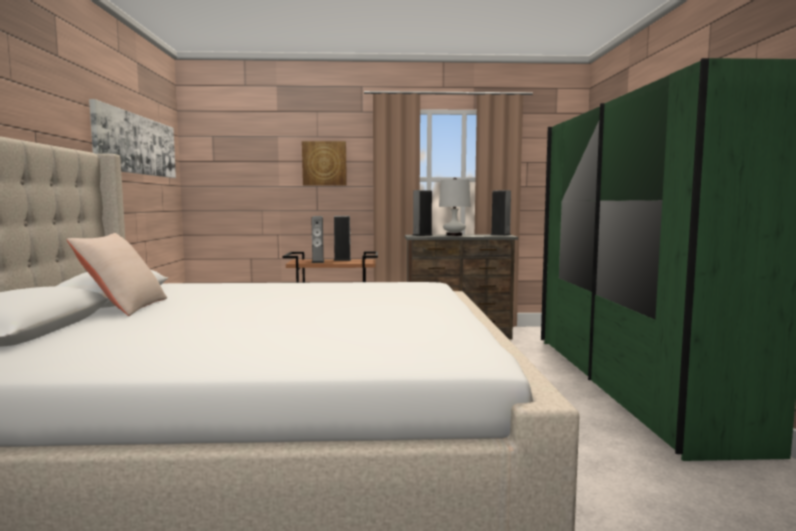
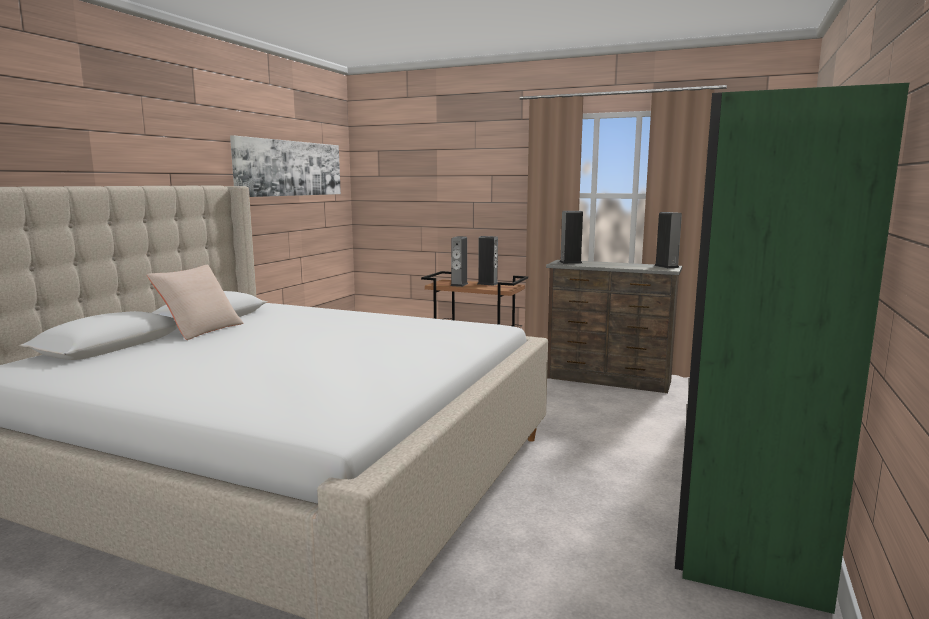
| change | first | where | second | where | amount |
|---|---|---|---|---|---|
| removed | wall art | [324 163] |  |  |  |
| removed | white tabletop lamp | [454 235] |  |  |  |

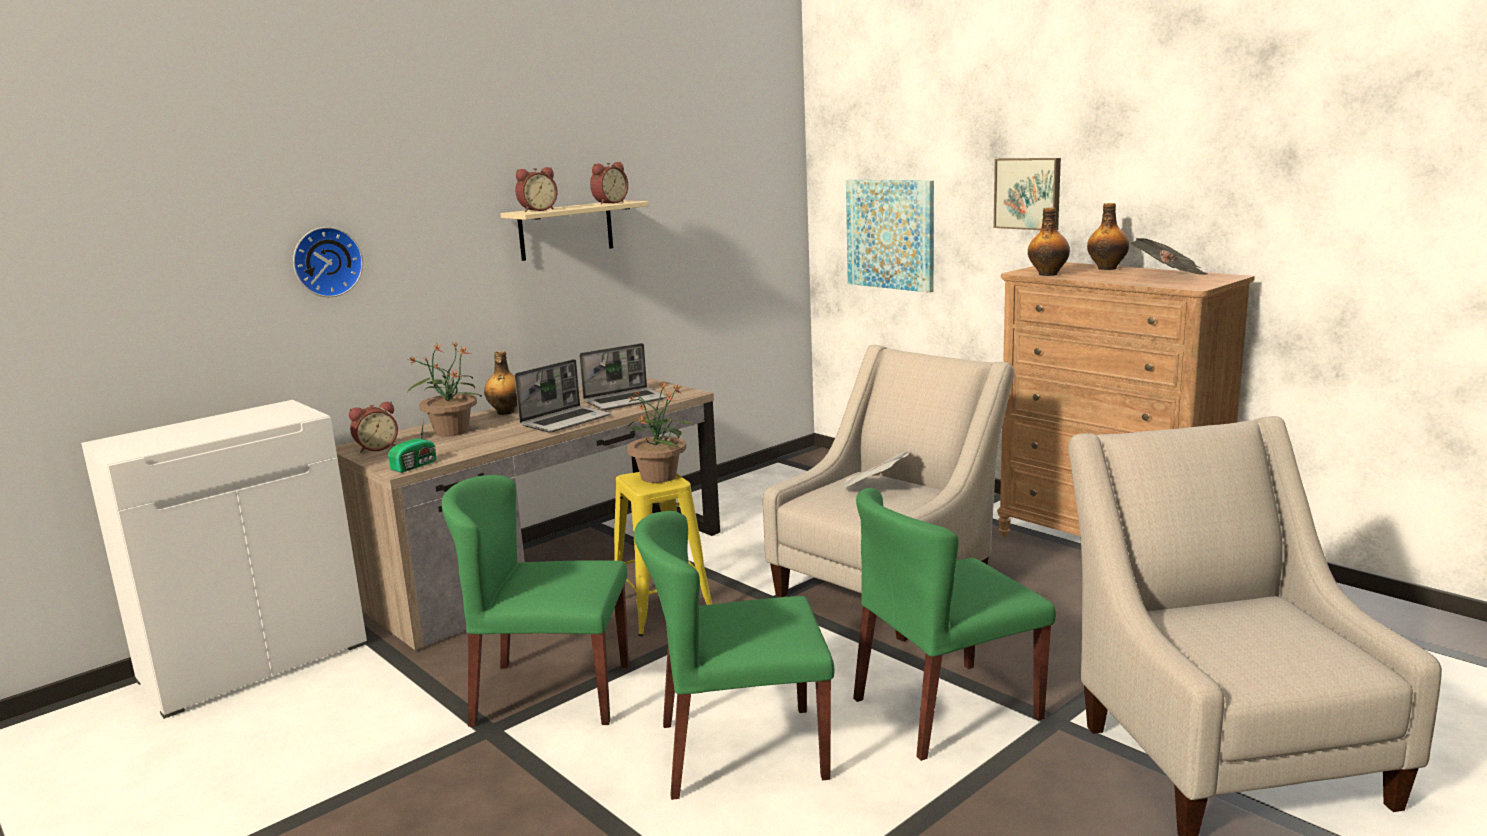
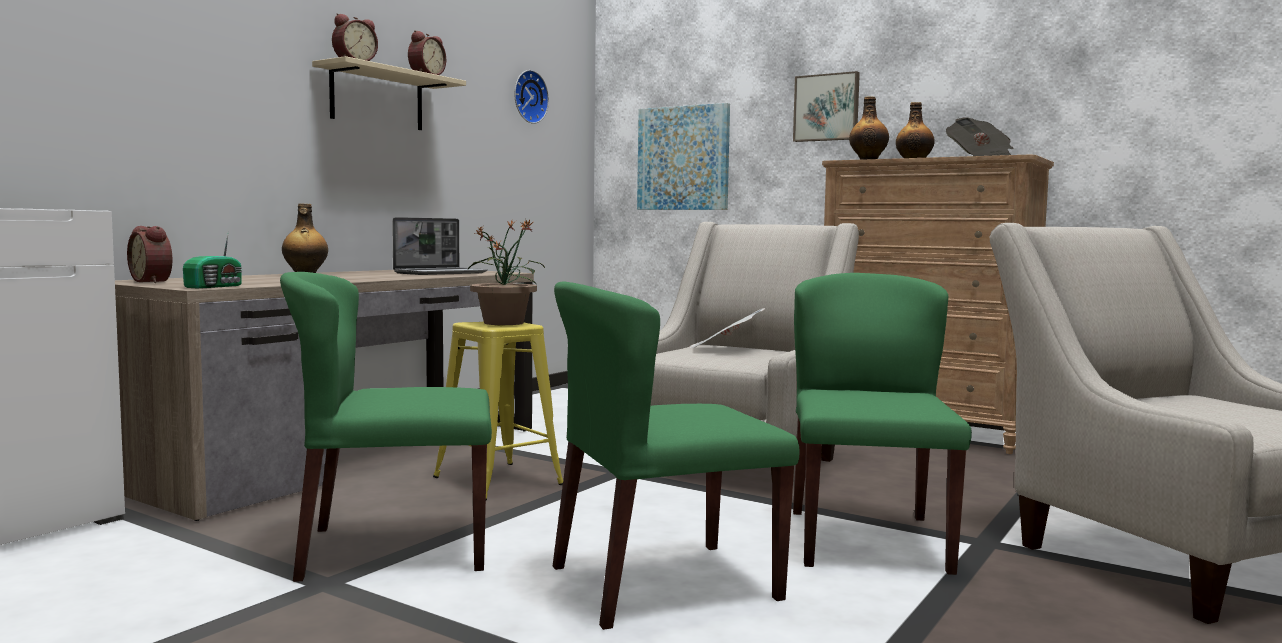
| change | first | where | second | where | amount |
|---|---|---|---|---|---|
| moved | clock on the wall | [326 261] |  | [528 97] |  |
| removed | houseplant | [451 431] |  |  |  |
| removed | portable computer | [566 421] |  |  |  |
| turned | bedside clock | [376 448] |  | [154 281] | 90 degrees clockwise |
| turned | green upright chair | [945 709] |  | [867 540] | 135 degrees clockwise |

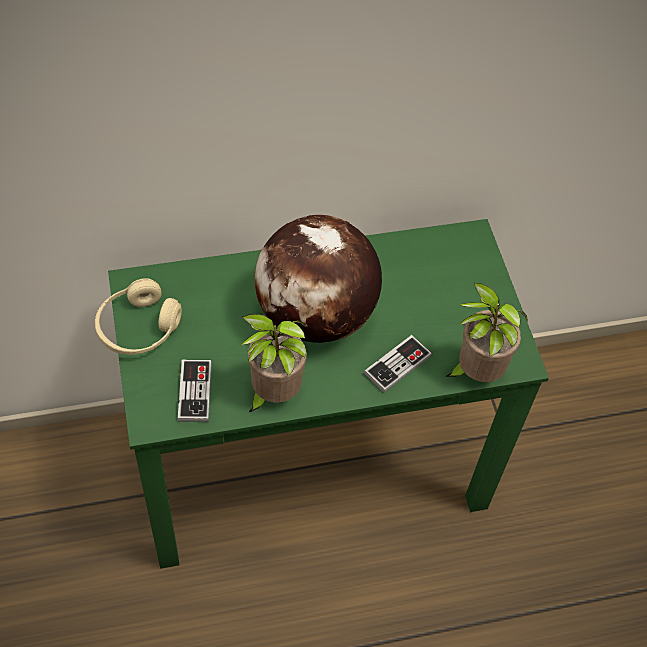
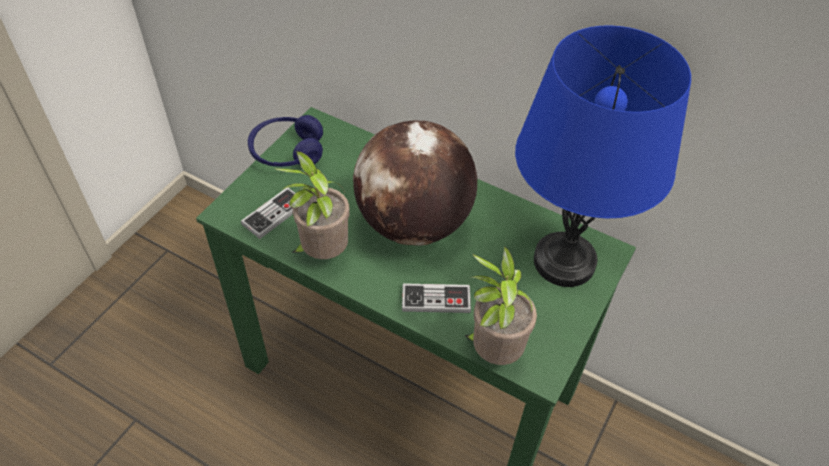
| change | first | where | second | where | amount |
|---|---|---|---|---|---|
| recoloured | beige-coloured headset | [138 328] | blue-coloured headset | [287 152] |  |
| added |  |  | blue-coloured tabletop lamp | [564 262] |  |

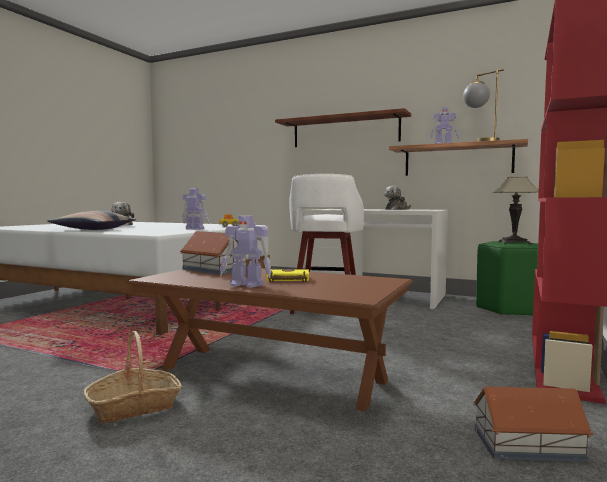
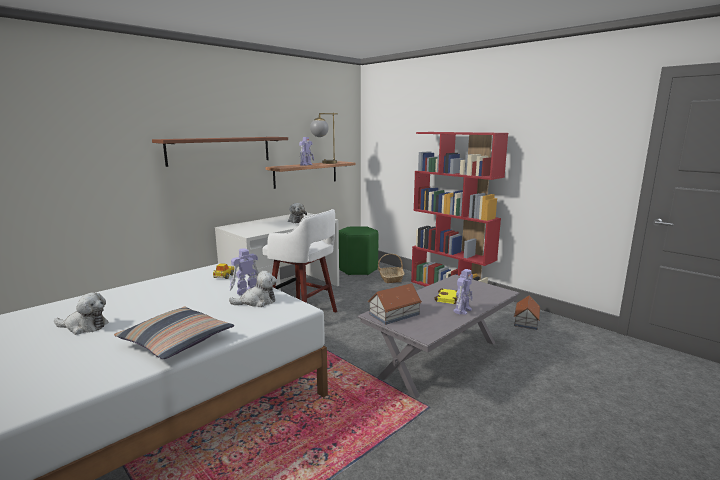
| change | first | where | second | where | amount |
|---|---|---|---|---|---|
| removed | tabletop lamp | [514 243] |  |  |  |
| recoloured | brownish low table | [271 374] | grey low table | [440 358] |  |
| moved | storage basket | [134 406] |  | [390 278] |  |
| added |  |  | plush toy | [257 302] |  |

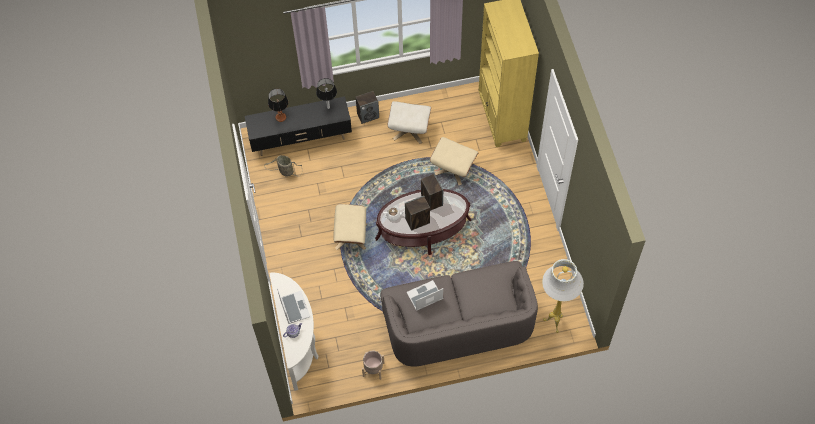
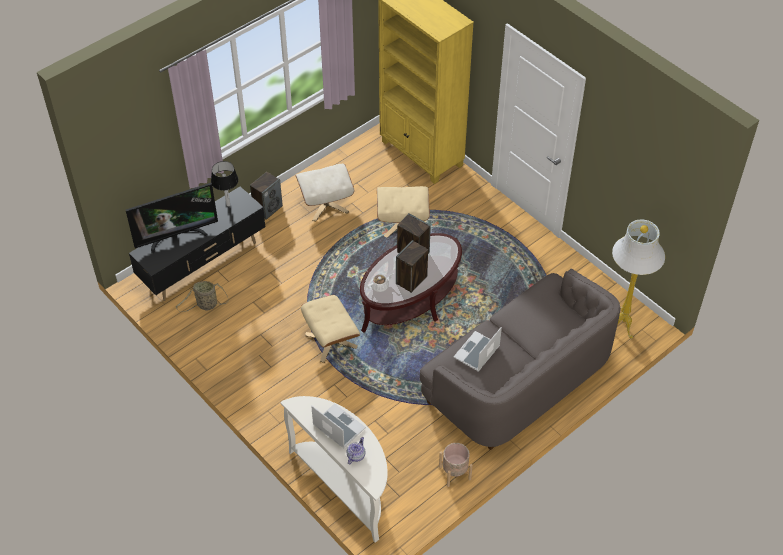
| change | first | where | second | where | amount |
|---|---|---|---|---|---|
| replaced | tabletop lamp | [281 117] | TV set | [176 237] |  |

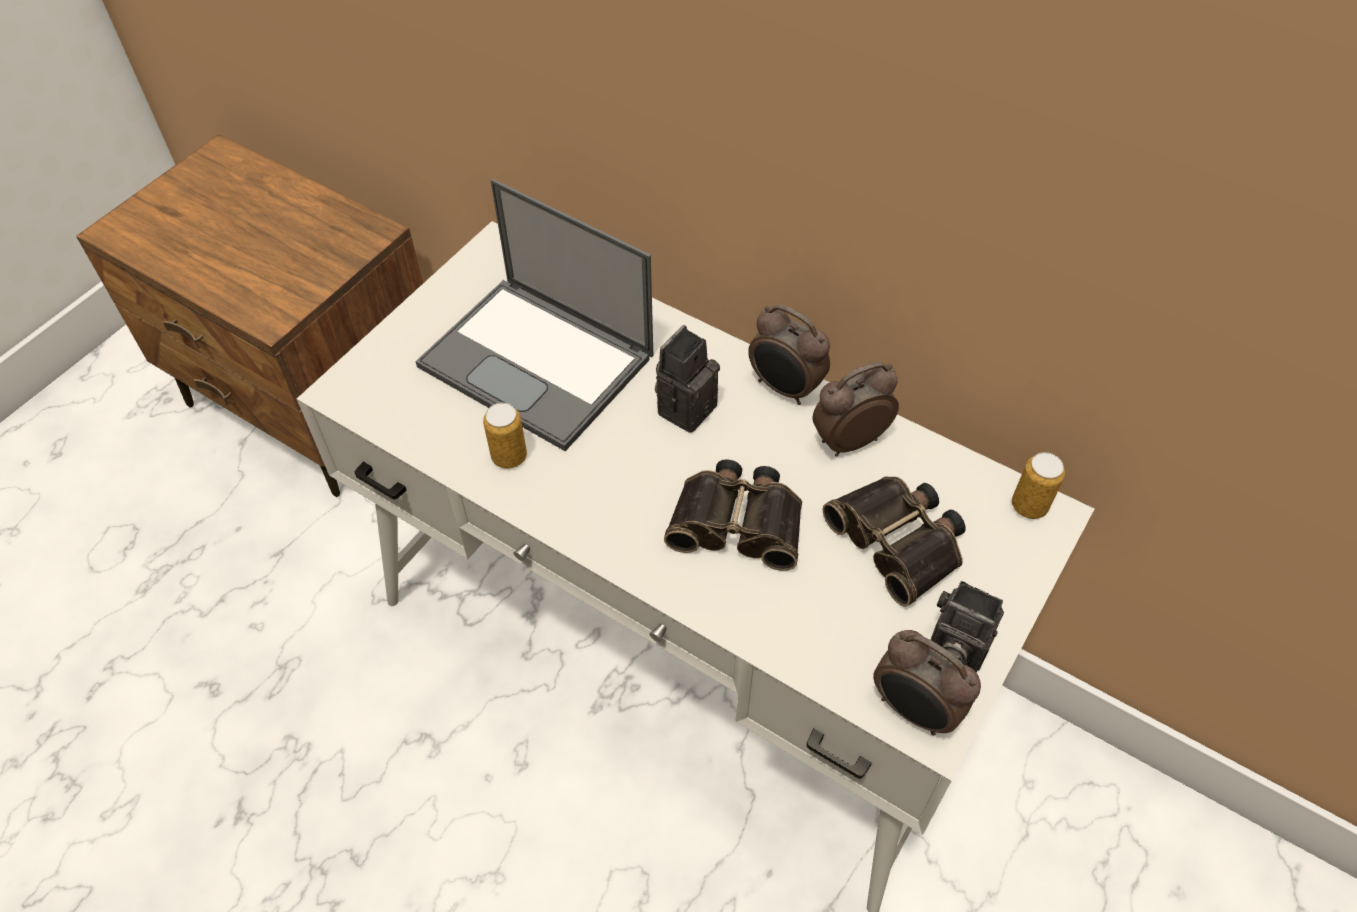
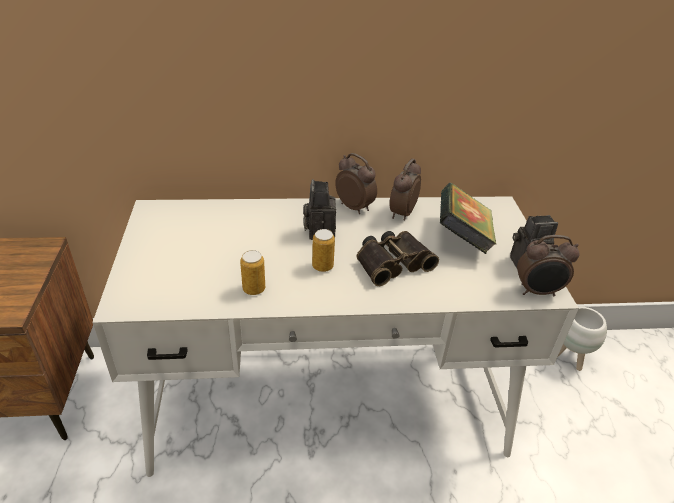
| change | first | where | second | where | amount |
|---|---|---|---|---|---|
| removed | portable computer | [539 361] |  |  |  |
| turned | bedside clock | [784 388] |  | [355 207] | 135 degrees counterclockwise |
| moved | metal can | [1029 506] |  | [322 266] |  |
| replaced | binoculars | [900 541] | book | [462 237] |  |
| added |  |  | white planter | [569 358] |  |

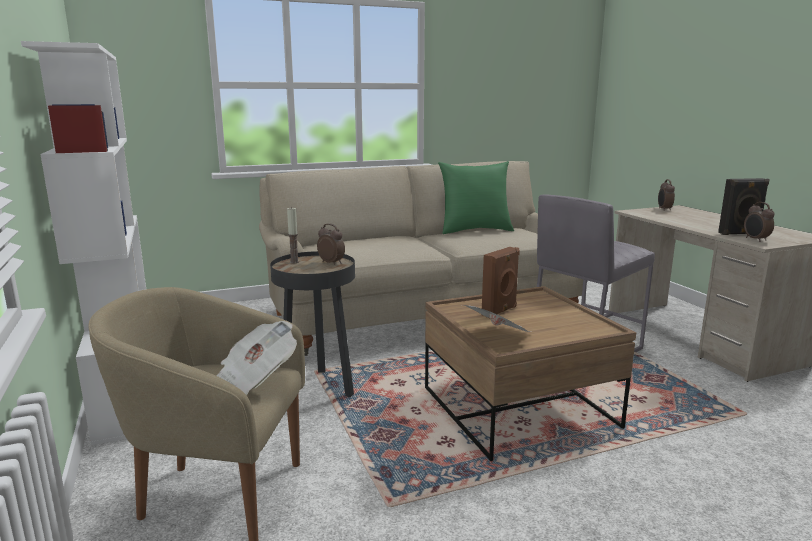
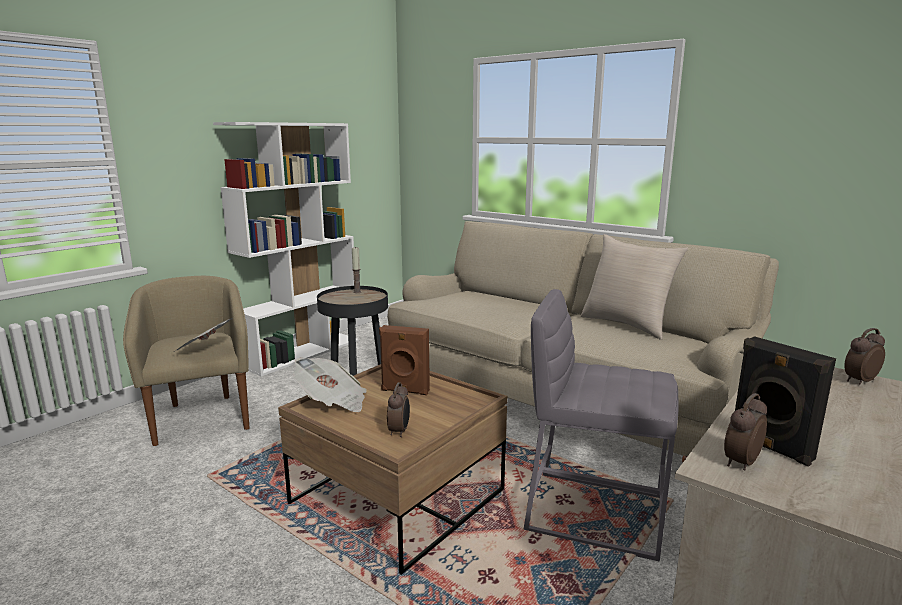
| change | first | where | second | where | amount |
|---|---|---|---|---|---|
| recoloured | green throw pillow | [475 230] | beige-coloured throw pillow | [627 324] |  |
| moved | bedside clock | [331 263] |  | [399 431] |  |

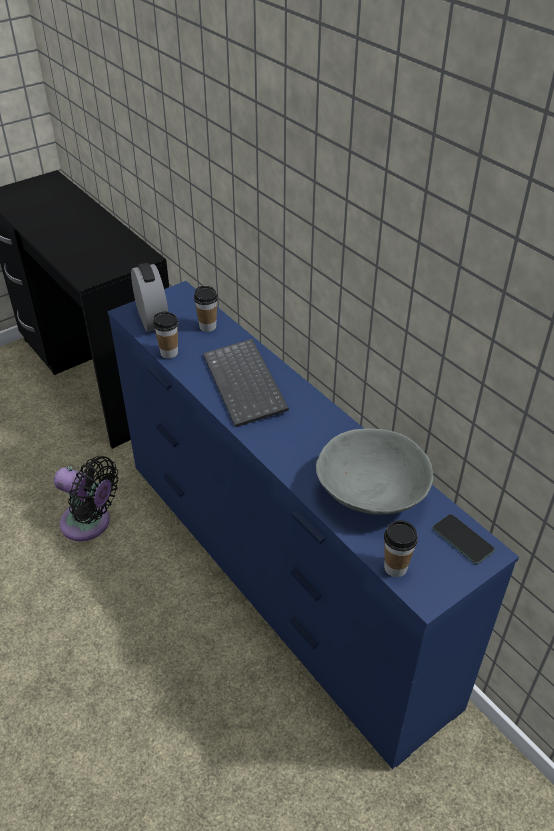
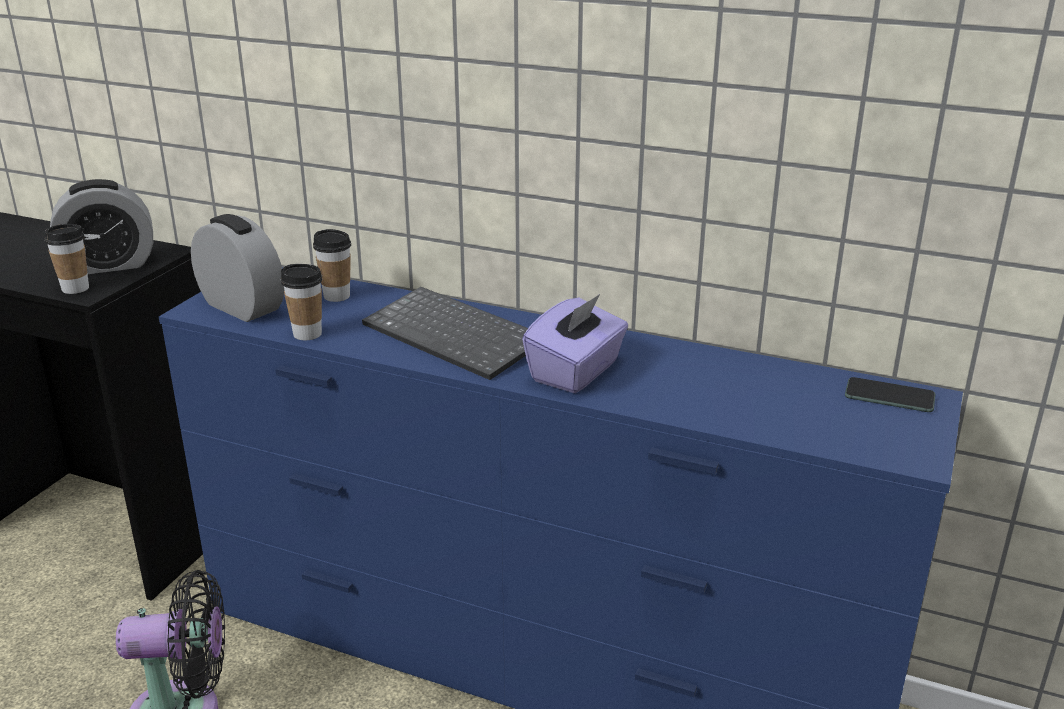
| change | first | where | second | where | amount |
|---|---|---|---|---|---|
| removed | grey serving bowl | [371 492] |  |  |  |
| moved | cup | [395 567] |  | [75 288] |  |
| added |  |  | bedside clock | [109 265] |  |
| added |  |  | purplish tissue holder | [576 372] |  |

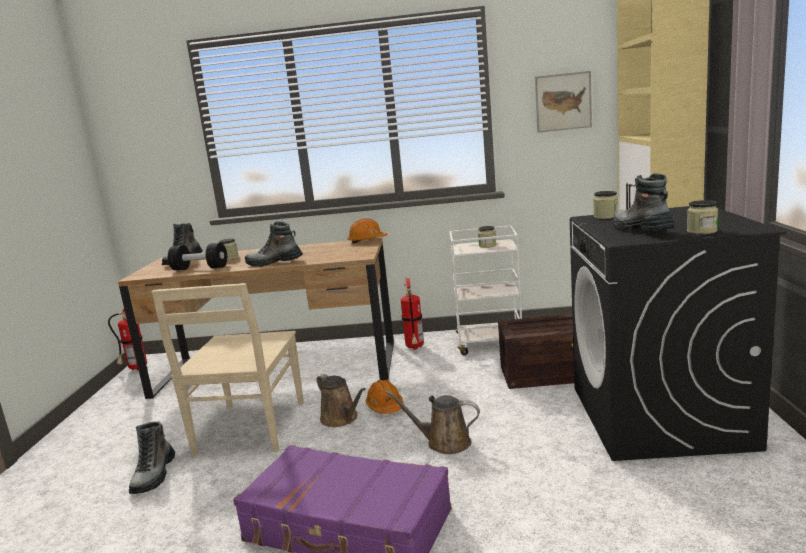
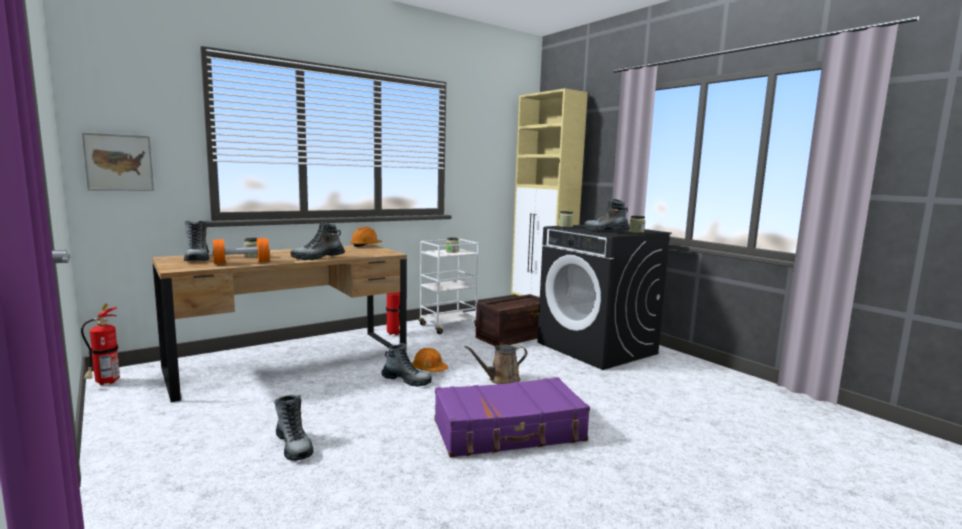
| change | first | where | second | where | amount |
|---|---|---|---|---|---|
| moved | wall art | [563 102] |  | [119 162] |  |
| recoloured | black-coloured dumbbell | [200 268] | orange dumbbell | [242 262] |  |
| removed | beige-coloured upright chair | [249 429] |  |  |  |
| replaced | brownish watering can | [341 419] | high-top boot | [406 381] |  |

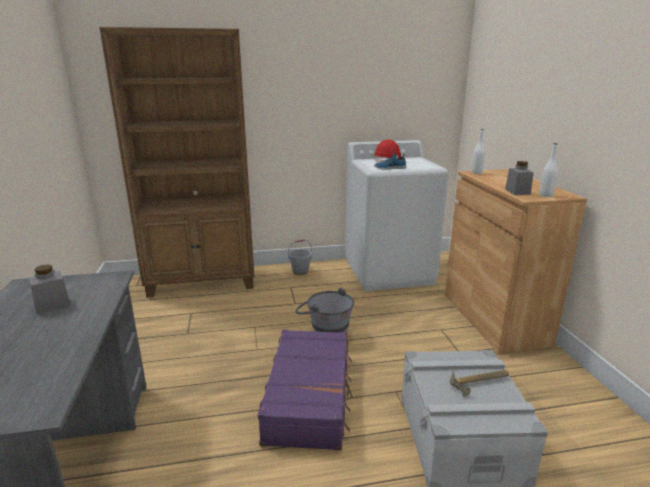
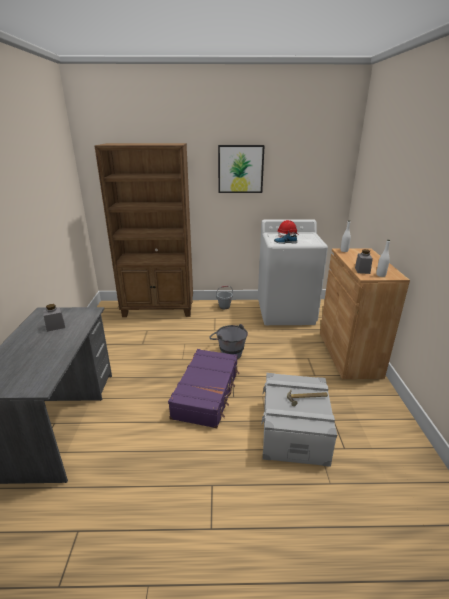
| change | first | where | second | where | amount |
|---|---|---|---|---|---|
| added |  |  | wall art | [240 169] |  |

